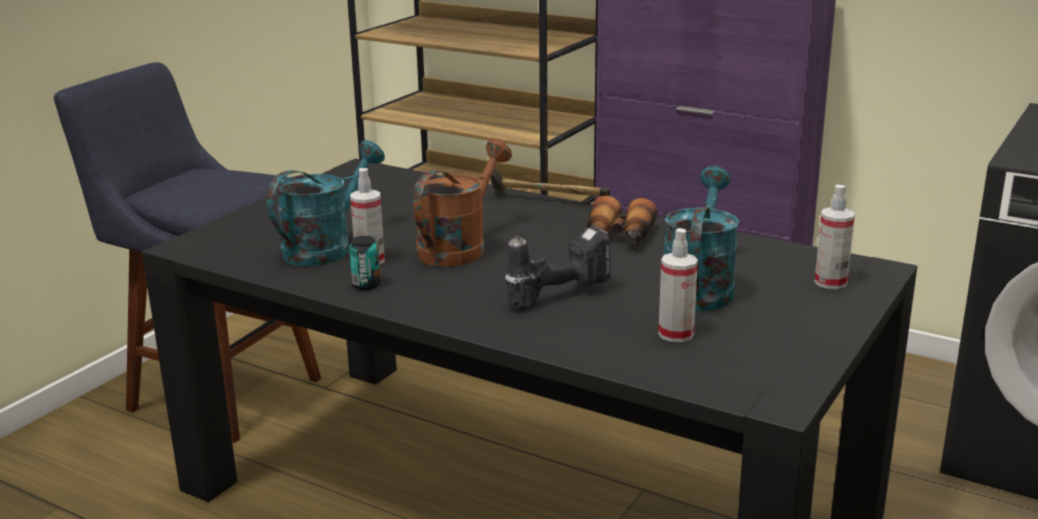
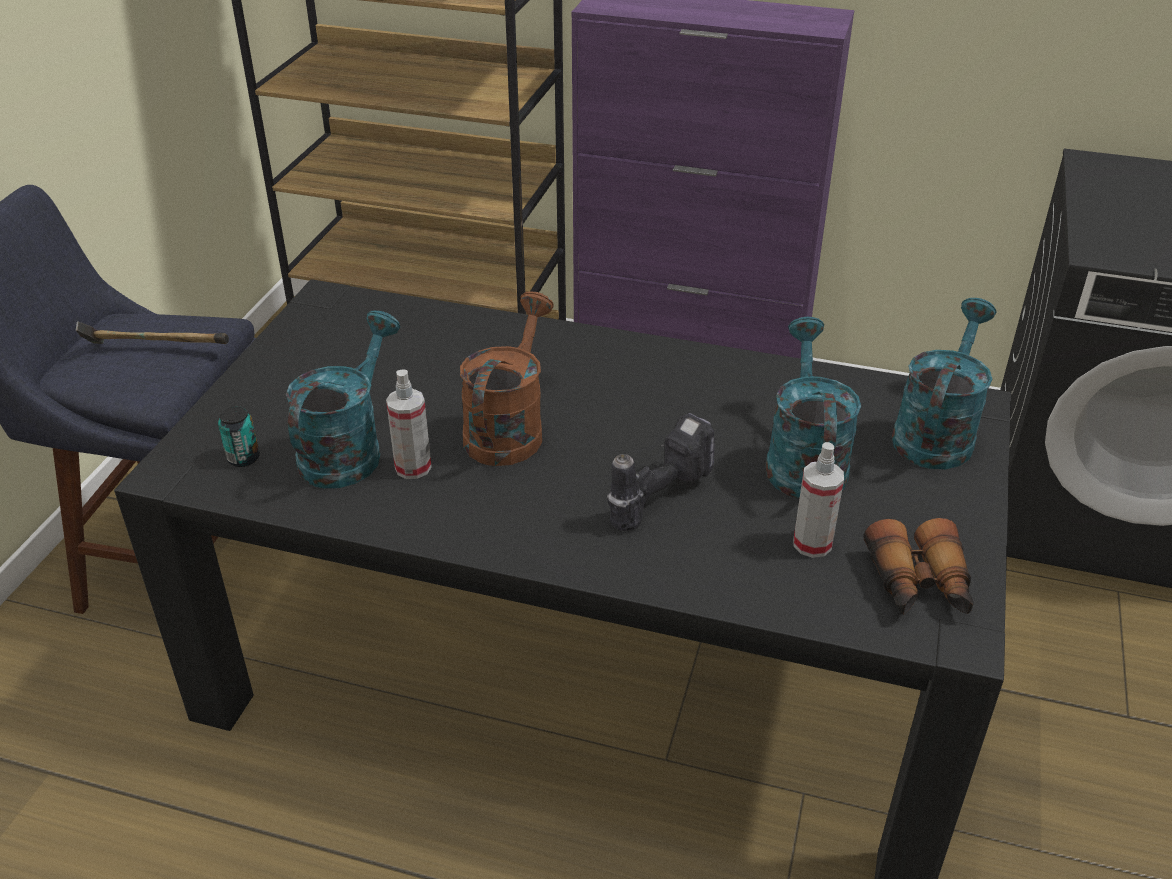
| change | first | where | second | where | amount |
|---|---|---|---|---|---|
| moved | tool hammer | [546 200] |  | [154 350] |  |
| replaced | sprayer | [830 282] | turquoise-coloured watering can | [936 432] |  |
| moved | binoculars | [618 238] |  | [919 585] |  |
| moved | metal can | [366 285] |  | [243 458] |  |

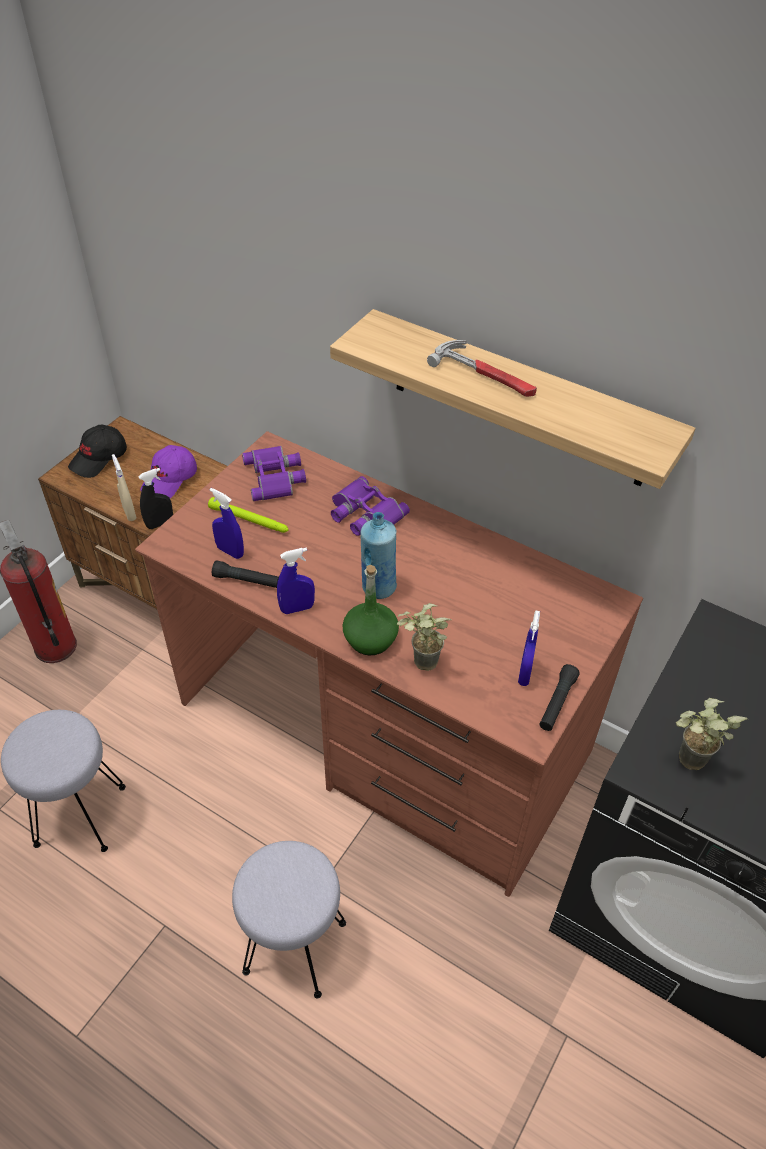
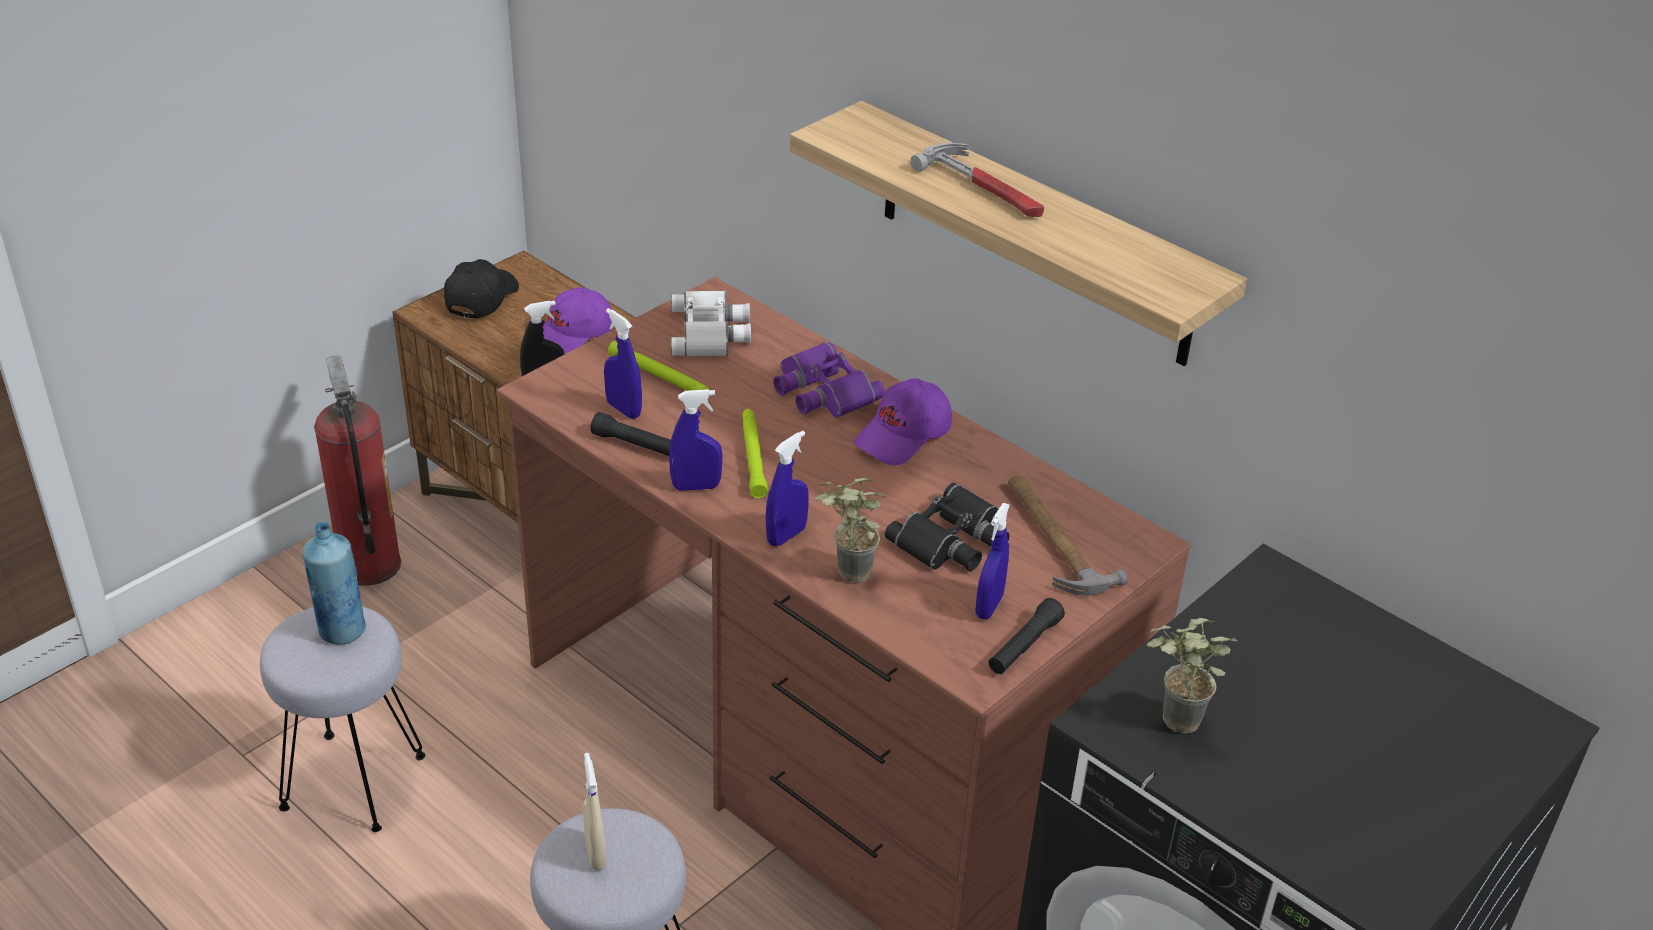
| change | first | where | second | where | amount |
|---|---|---|---|---|---|
| turned | black-coloured baseball cap | [99 459] |  | [481 298] | 150 degrees clockwise |
| recoloured | purplish binoculars | [276 477] | white binoculars | [711 332] |  |
| moved | beige-coloured sprayer | [129 513] |  | [595 853] |  |
| moved | blue-coloured drink bottle | [378 587] |  | [342 630] |  |
| replaced | green drink bottle | [370 639] | blue-coloured sprayer | [786 536] |  |
| added |  |  | purplish baseball cap | [904 436] |  |
| added |  |  | green torch | [753 456] |  |
| added |  |  | tool hammer | [1053 538] |  |
| added |  |  | black-coloured binoculars | [953 540] |  |

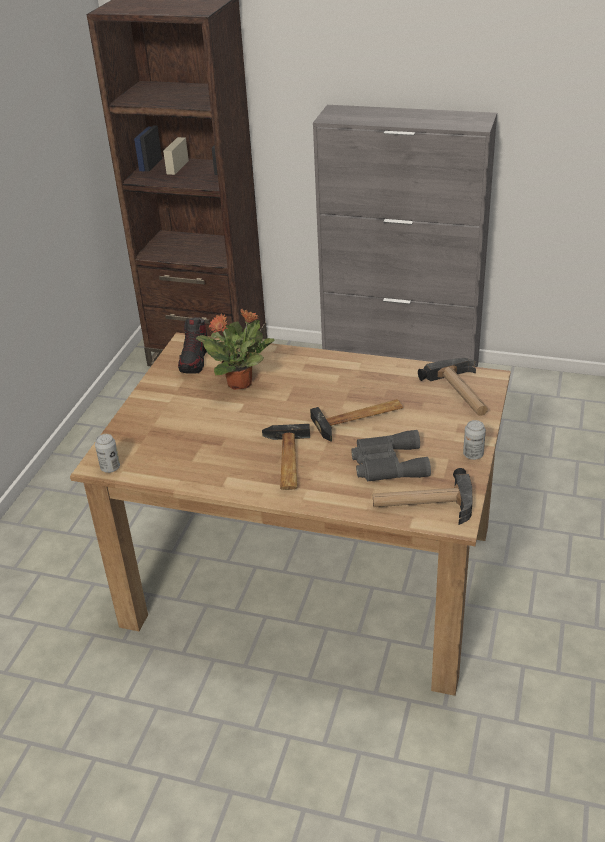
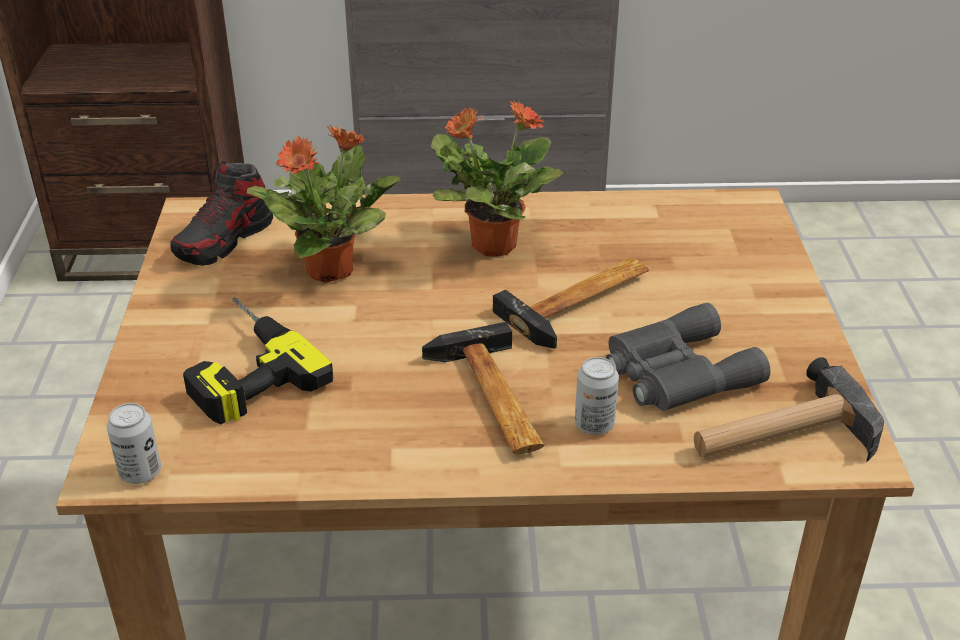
| change | first | where | second | where | amount |
|---|---|---|---|---|---|
| turned | item of footwear | [195 359] |  | [224 240] | 45 degrees clockwise |
| removed | tool hammer | [462 393] |  |  |  |
| moved | metal can | [473 455] |  | [594 424] |  |
| added |  |  | houseplant | [492 245] |  |
| added |  |  | electric drill | [240 367] |  |

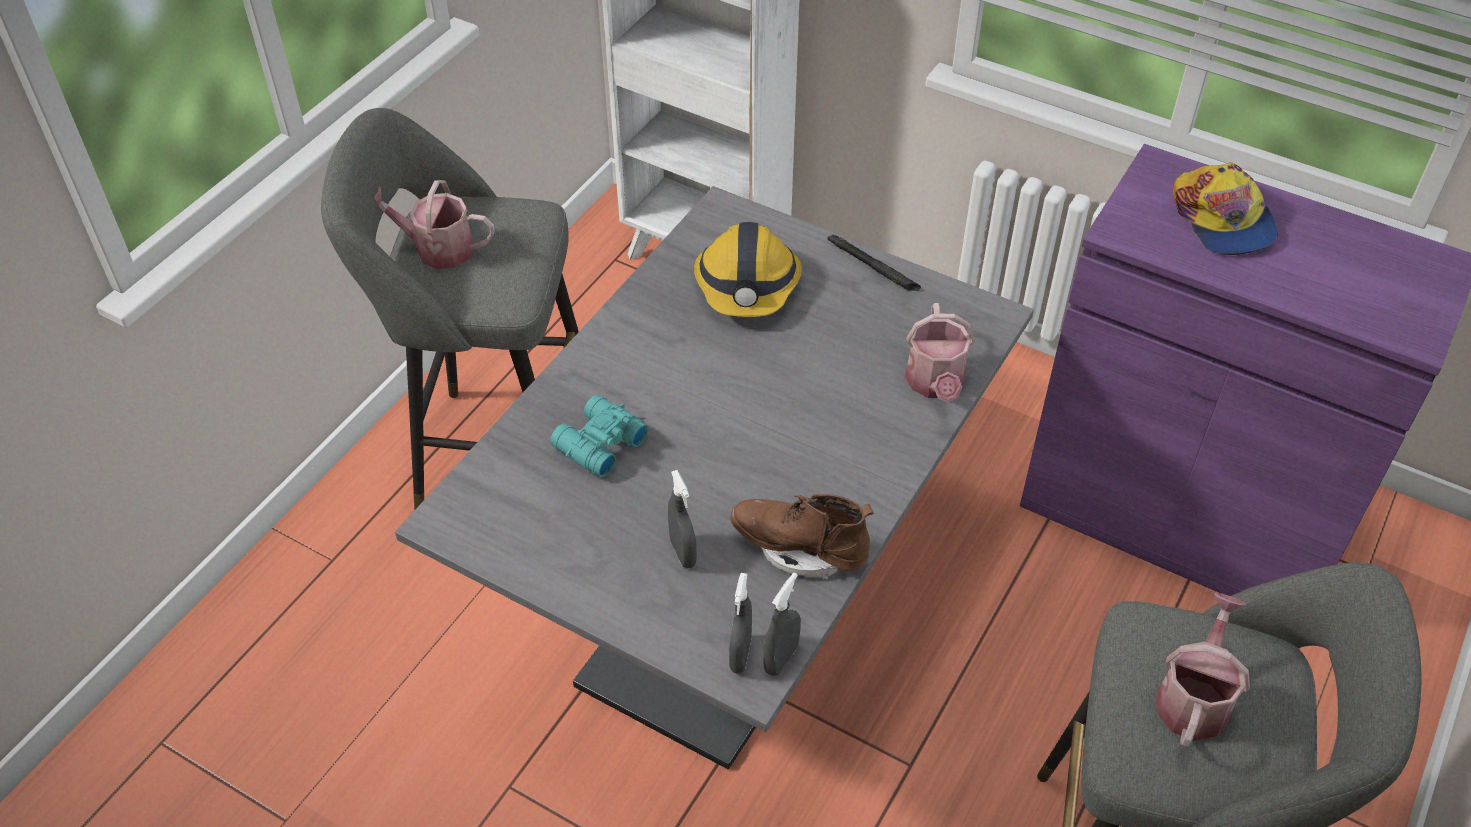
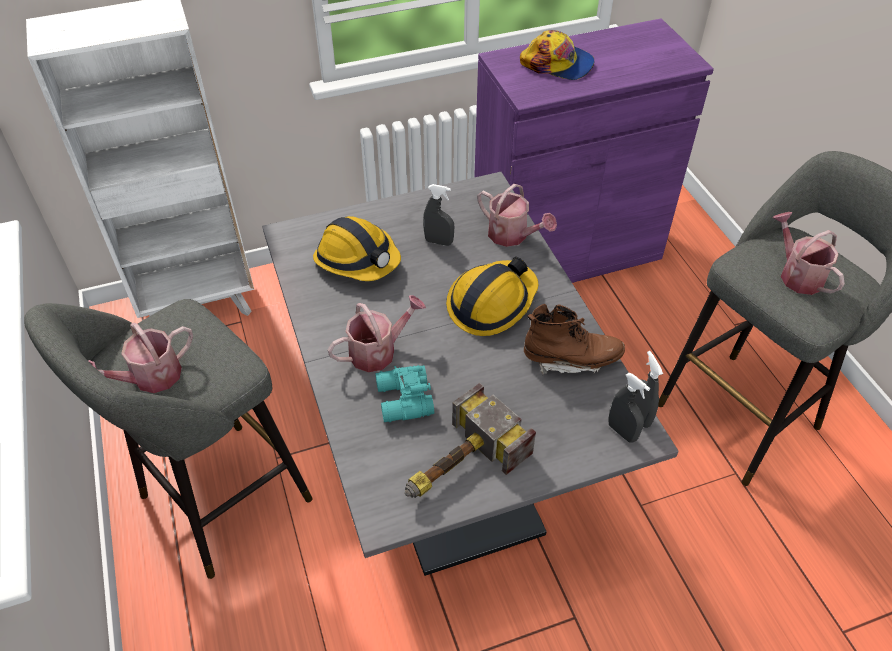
| change | first | where | second | where | amount |
|---|---|---|---|---|---|
| removed | black-coloured torch | [872 266] |  |  |  |
| moved | grey sprayer | [683 552] |  | [438 242] |  |
| turned | brownish high-top boot | [800 549] |  | [571 359] | 150 degrees counterclockwise |
| added |  |  | safety helmet | [491 303] |  |
| added |  |  | watering can | [378 351] |  |
| added |  |  | tool hammer | [457 465] |  |

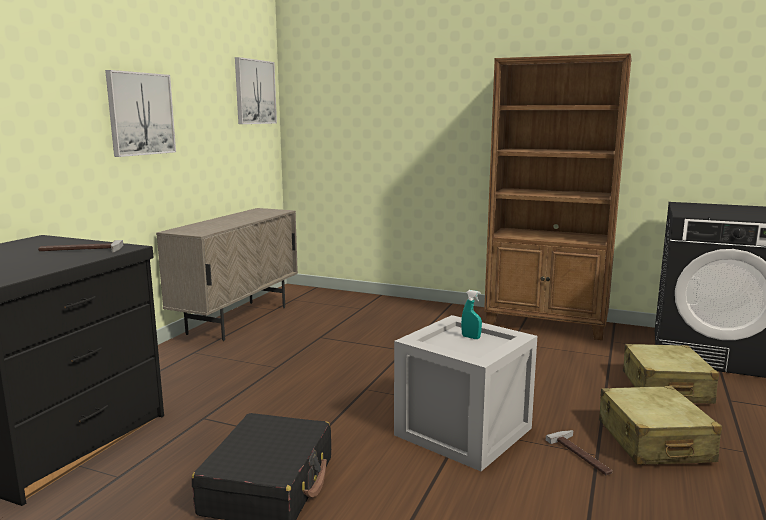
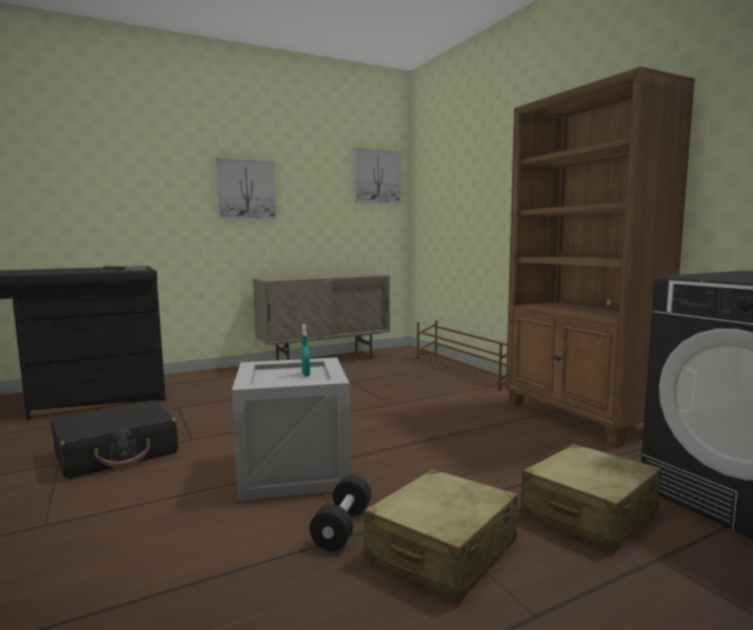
| change | first | where | second | where | amount |
|---|---|---|---|---|---|
| replaced | tool hammer | [583 455] | black-coloured dumbbell | [342 528] |  |
| added |  |  | brownish shoe rack | [463 371] |  |

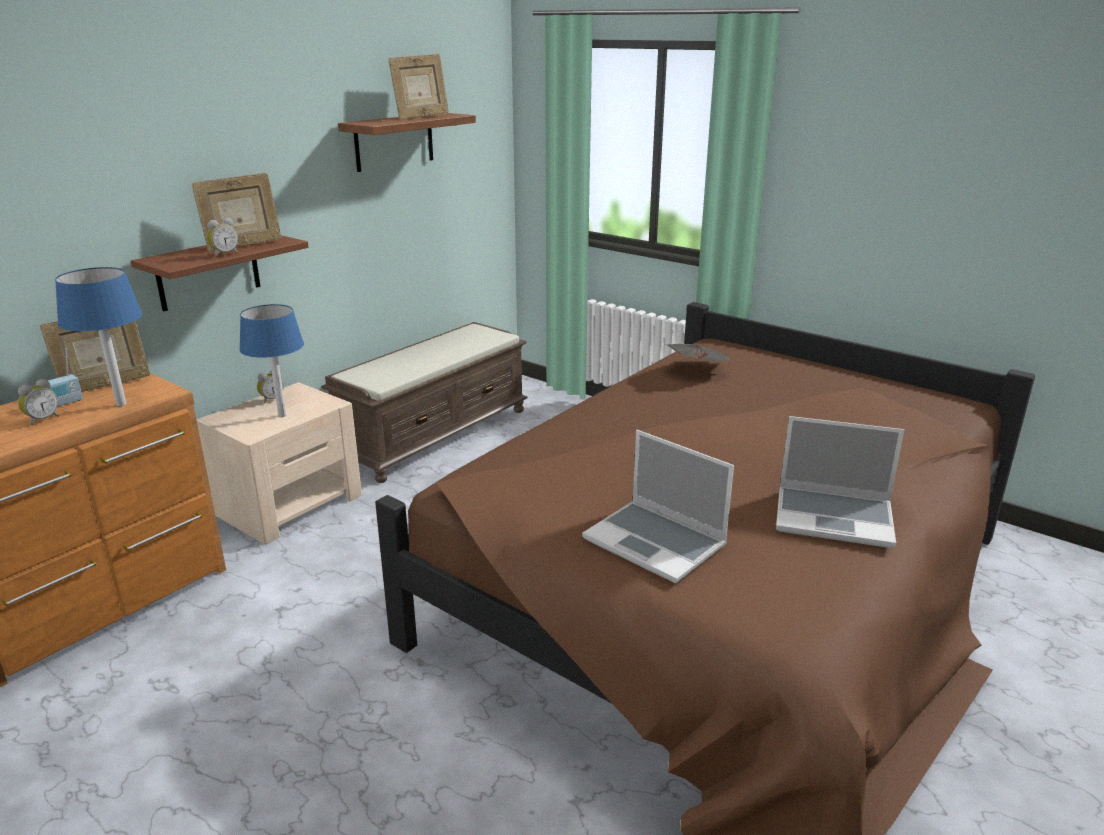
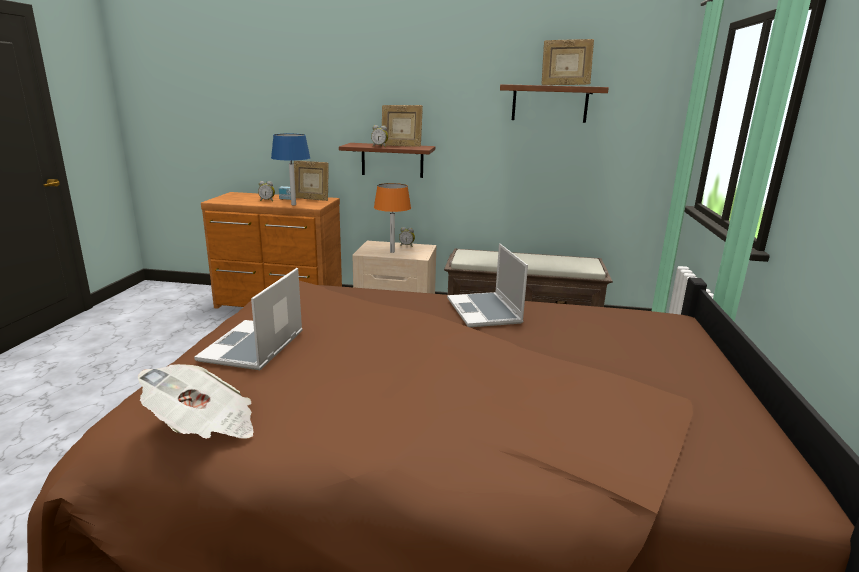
| change | first | where | second | where | amount |
|---|---|---|---|---|---|
| recoloured | blue-coloured tabletop lamp | [282 415] | orange tabletop lamp | [392 252] |  |
| moved | newspaper | [698 370] |  | [204 426] |  |
| moved | portable computer | [835 517] |  | [485 312] |  |

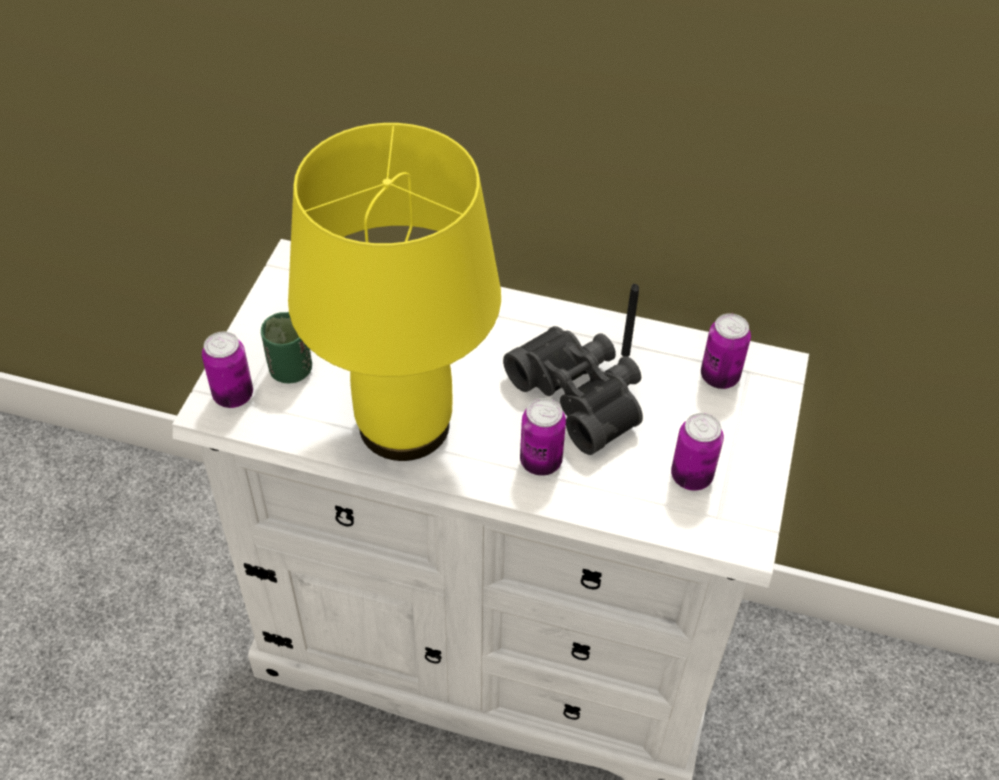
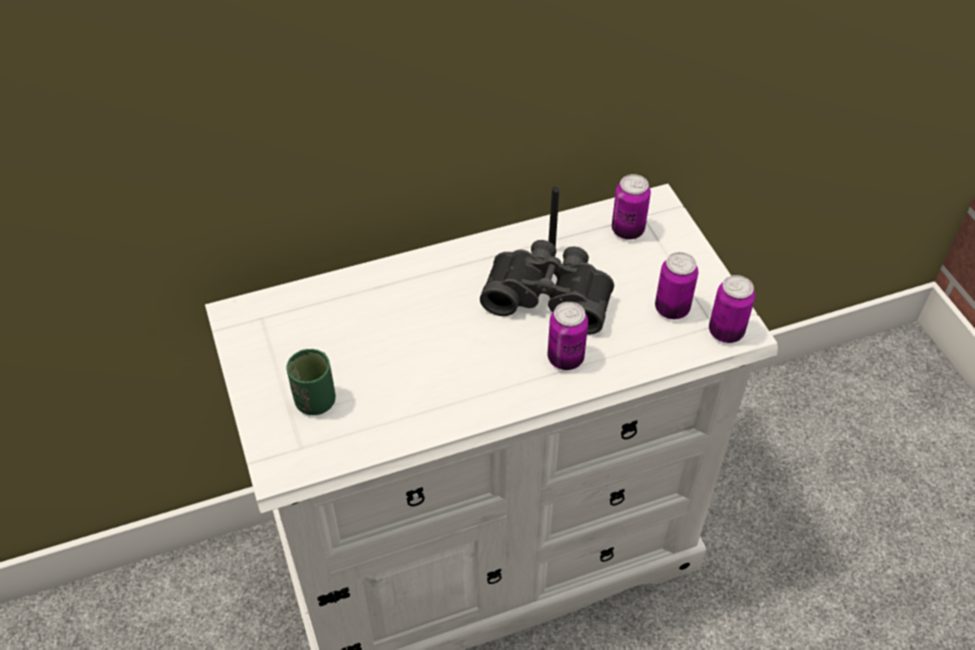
| change | first | where | second | where | amount |
|---|---|---|---|---|---|
| removed | yellowish tabletop lamp | [402 426] |  |  |  |
| moved | metal can | [233 395] |  | [726 332] |  |

